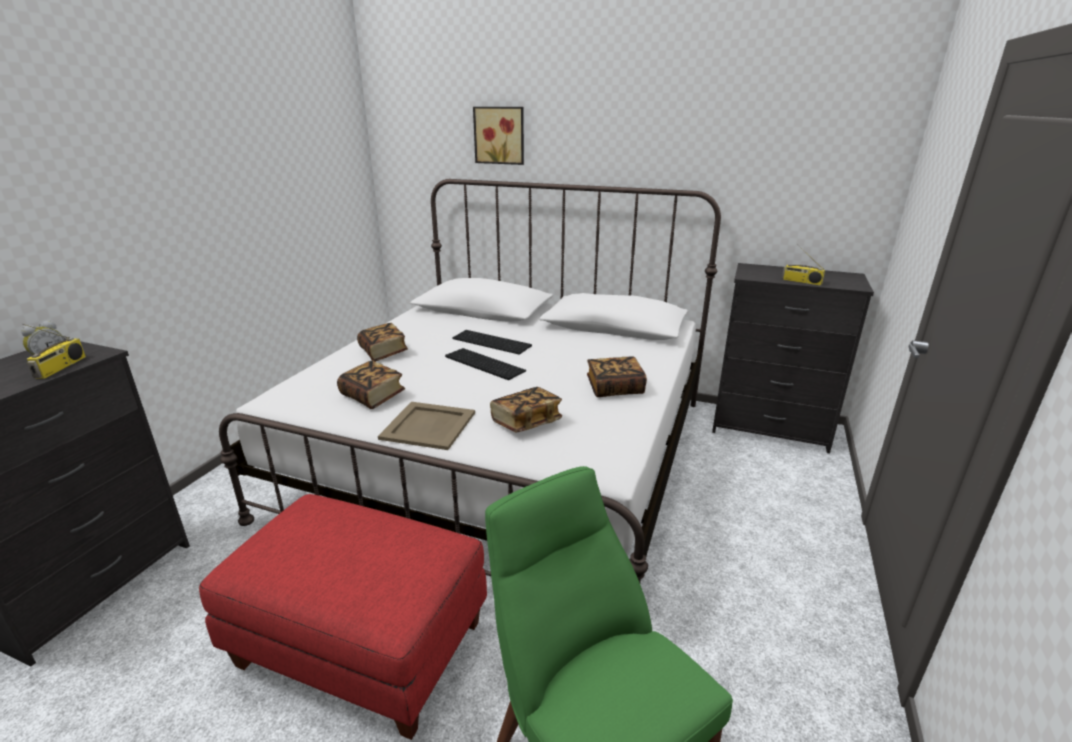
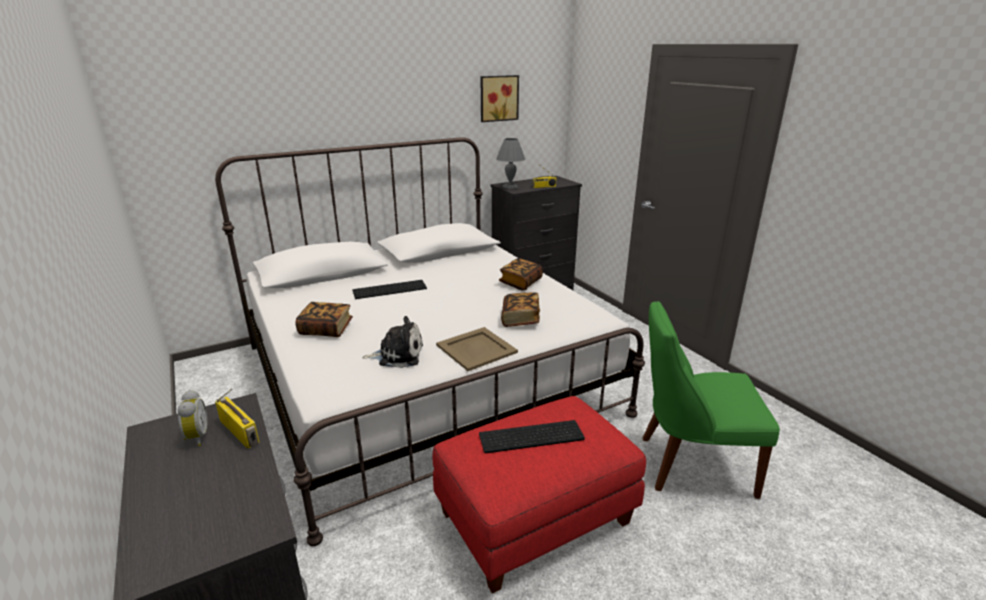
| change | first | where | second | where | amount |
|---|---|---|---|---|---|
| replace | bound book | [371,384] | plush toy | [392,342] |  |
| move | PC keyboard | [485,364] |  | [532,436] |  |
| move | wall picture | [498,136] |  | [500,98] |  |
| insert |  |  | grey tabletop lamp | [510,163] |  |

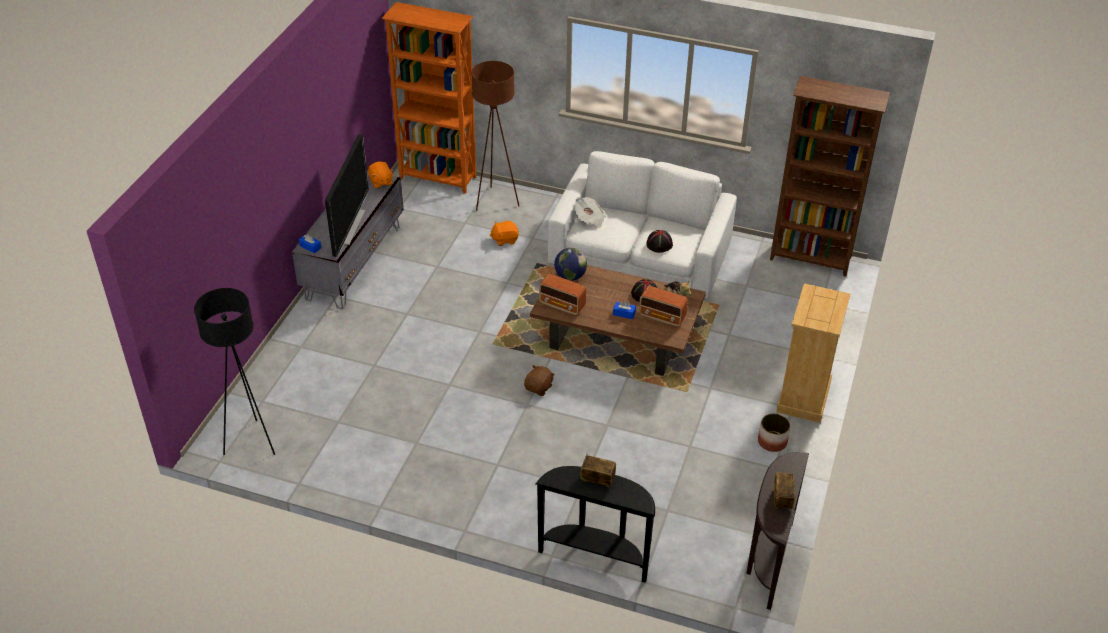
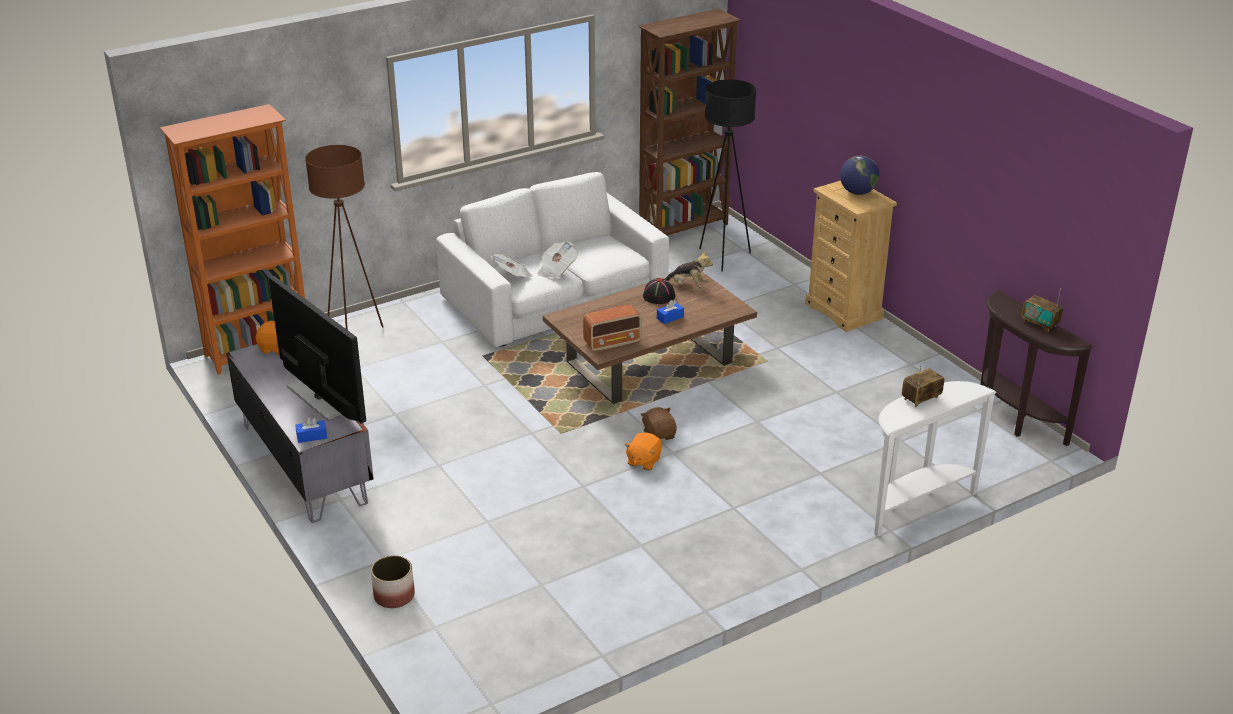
| change | first | where | second | where | amount |
|---|---|---|---|---|---|
| move | black floor lamp | [234,371] |  | [727,175] |  |
| move | orange plush toy | [504,233] |  | [643,451] |  |
| recolor | black console table | [595,524] | white-coloured console table | [935,459] |  |
| move | globe | [570,264] |  | [859,175] |  |
| delete | radio set | [663,306] |  |  |  |
| delete | black hat | [659,241] |  |  |  |
| move | plant pot | [774,432] |  | [393,581] |  |
| insert |  |  | printed paper | [557,259] |  |

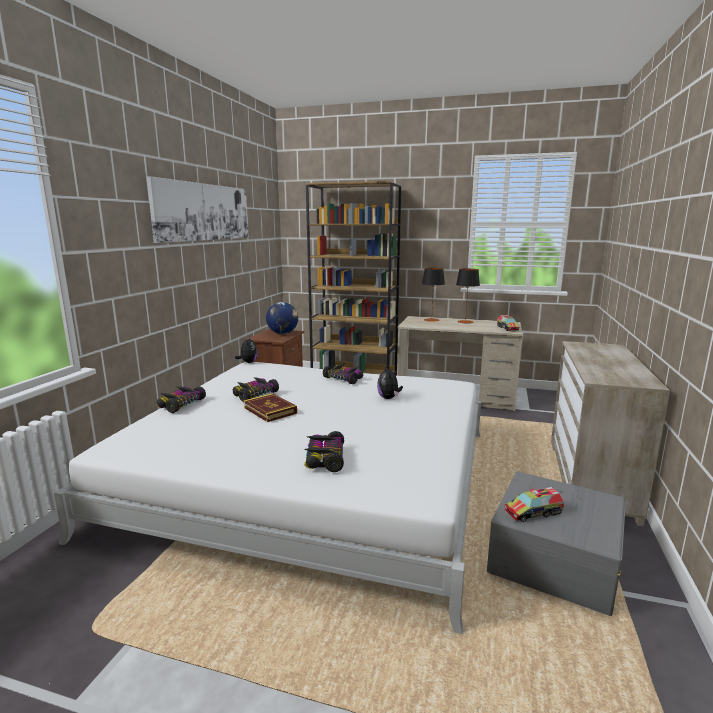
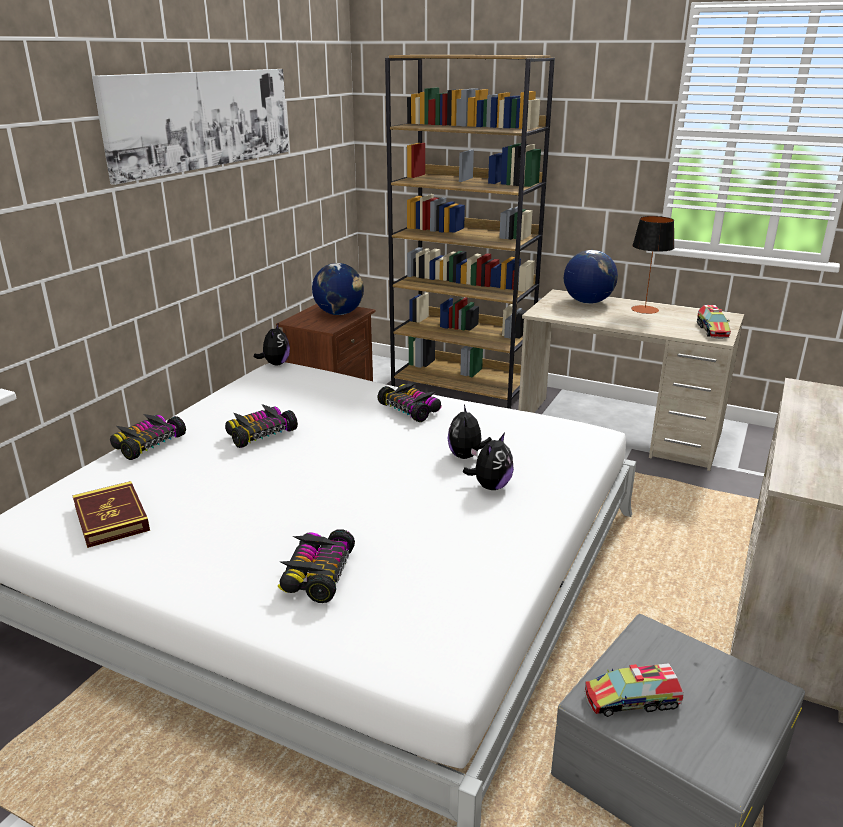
| change | first | where | second | where | amount |
|---|---|---|---|---|---|
| move | bound book | [270,407] |  | [111,514] |  |
| replace | tabletop lamp | [433,295] | globe | [591,277] |  |
| insert |  |  | plush toy | [488,461] |  |

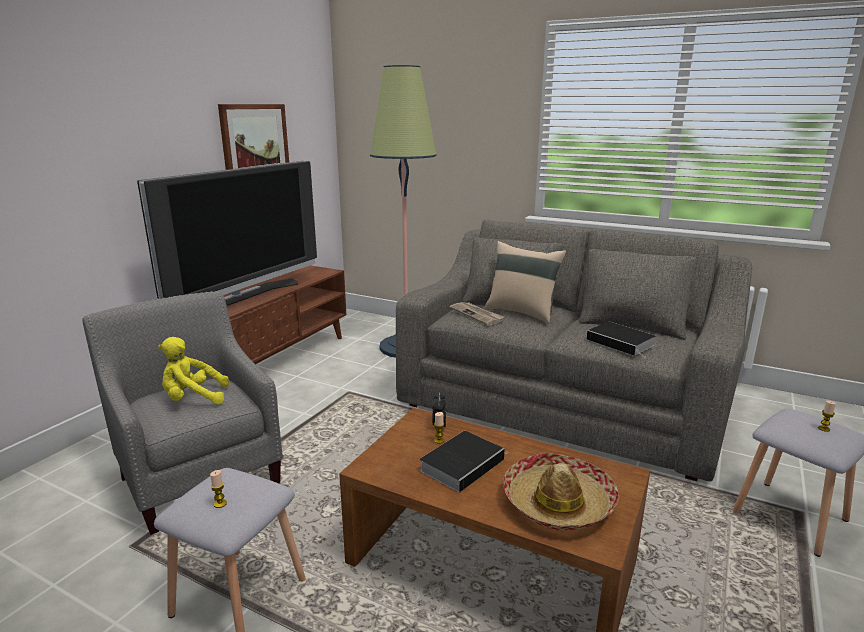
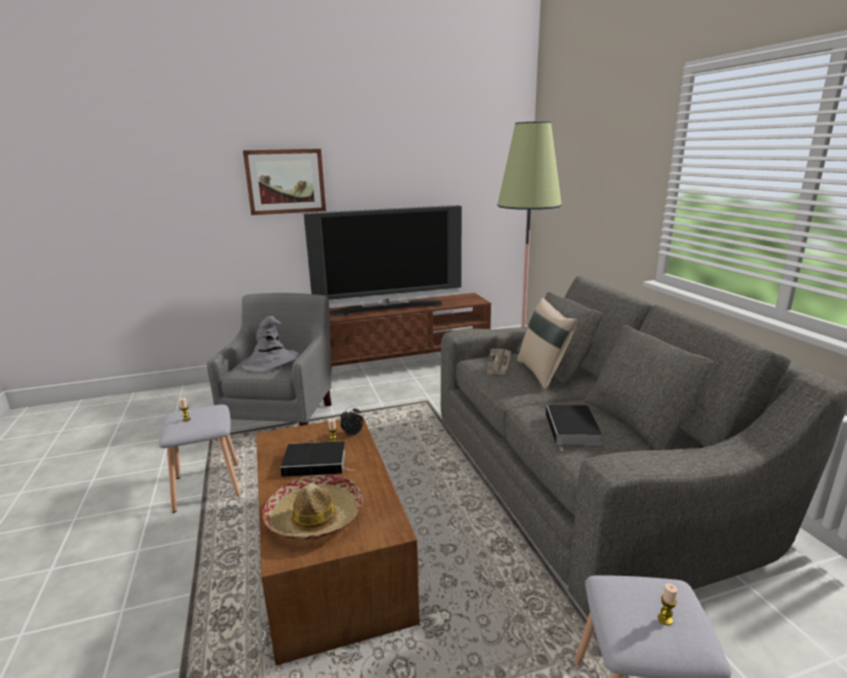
| change | first | where | second | where | amount |
|---|---|---|---|---|---|
| replace | yellow-coloured plush toy | [193,371] | grey hat | [271,344] |  |
| move | wall picture | [253,137] |  | [284,182] |  |

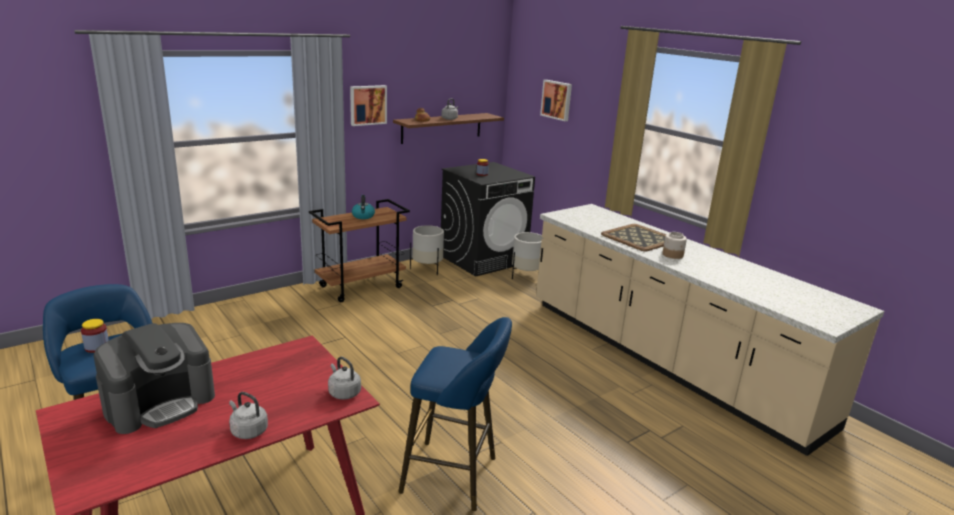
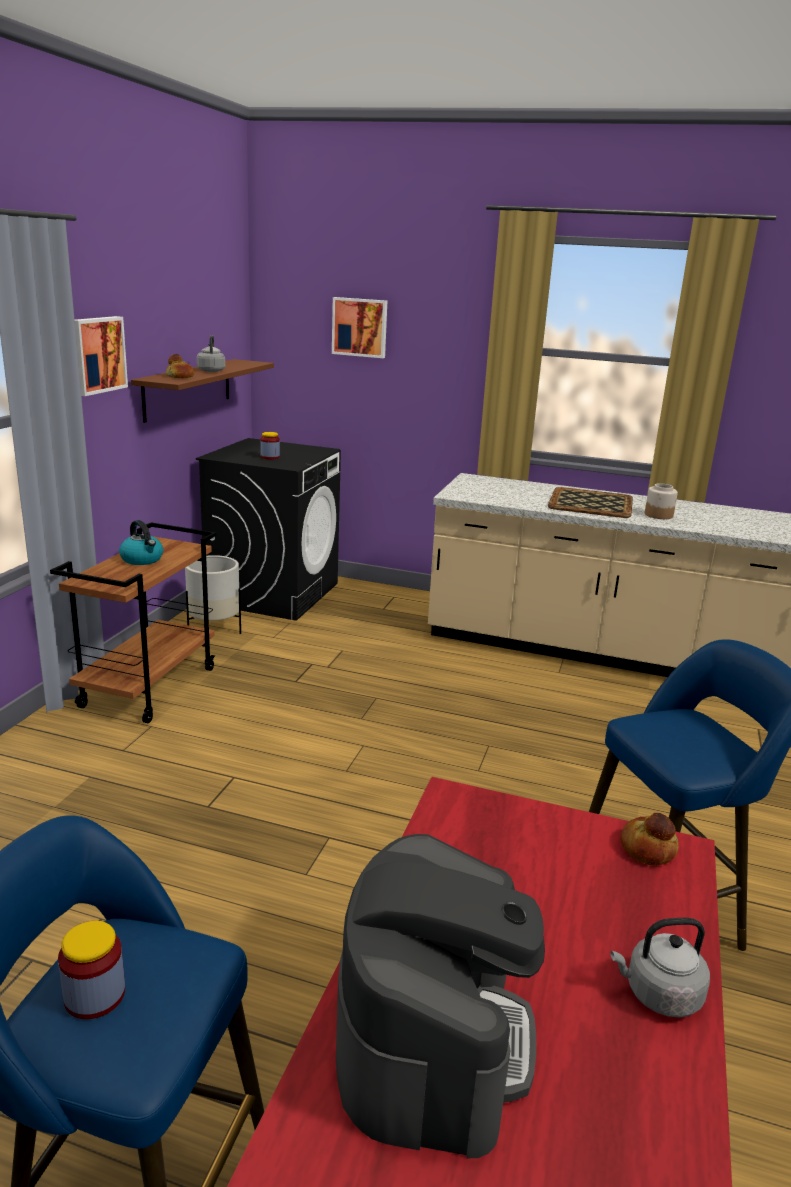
| change | first | where | second | where | amount |
|---|---|---|---|---|---|
| replace | grey tea kettle | [344,378] | baked bread | [649,839] |  |
| delete | white-coloured plant pot | [527,255] |  |  |  |

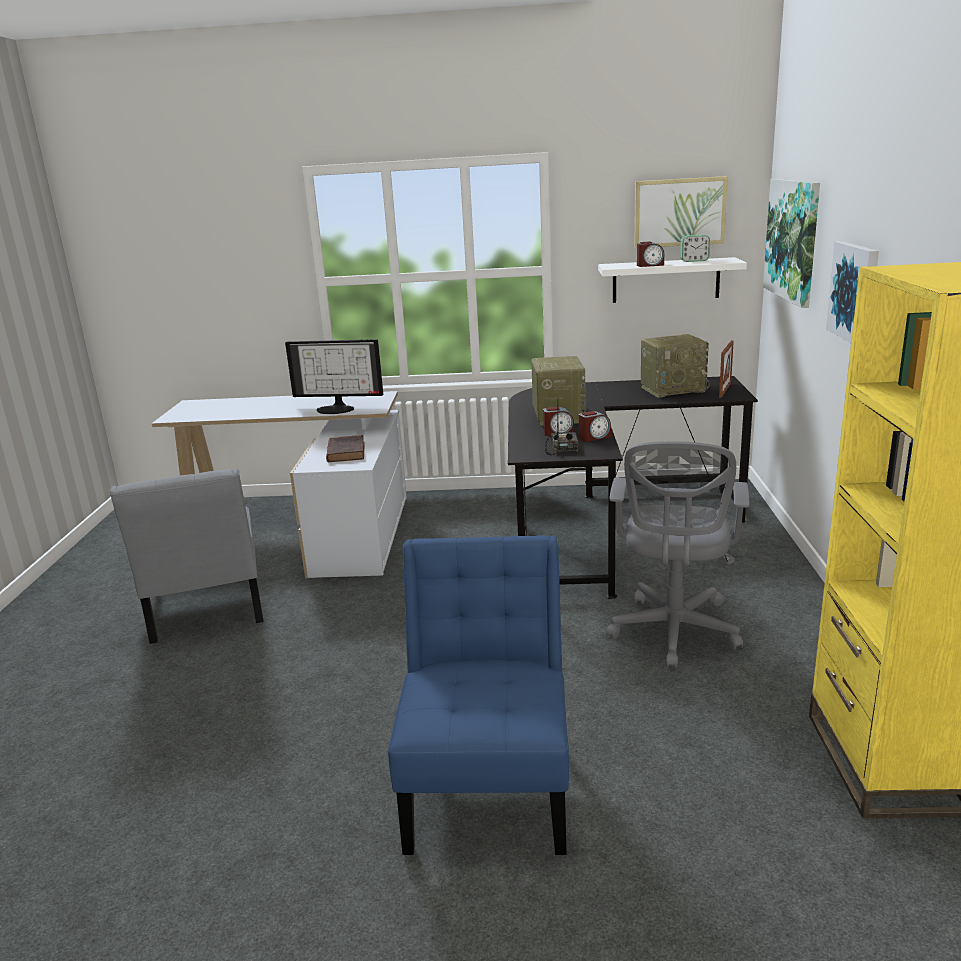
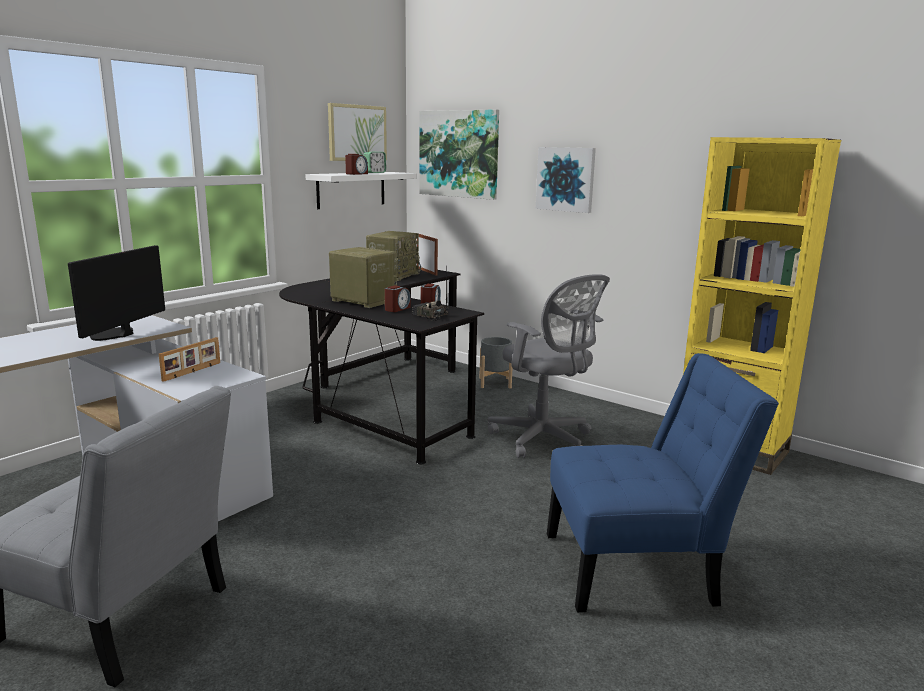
| change | first | where | second | where | amount |
|---|---|---|---|---|---|
| rotate | computer screen | [334,376] |  | [116,293] | 150 degrees clockwise |
| replace | brownish bound book | [345,448] | photo frame | [189,359] |  |
| rotate | blue-coloured upright chair | [478,695] |  | [663,483] | 135 degrees clockwise |
| insert |  |  | grey plant pot | [495,362] |  |

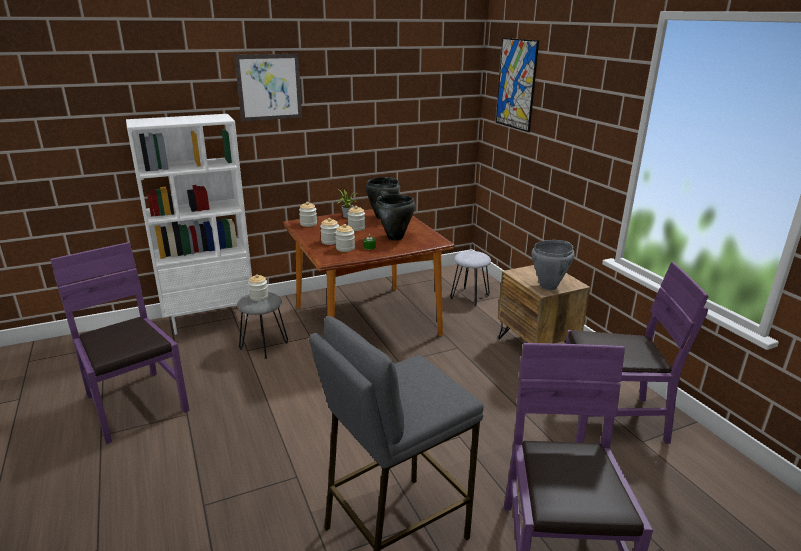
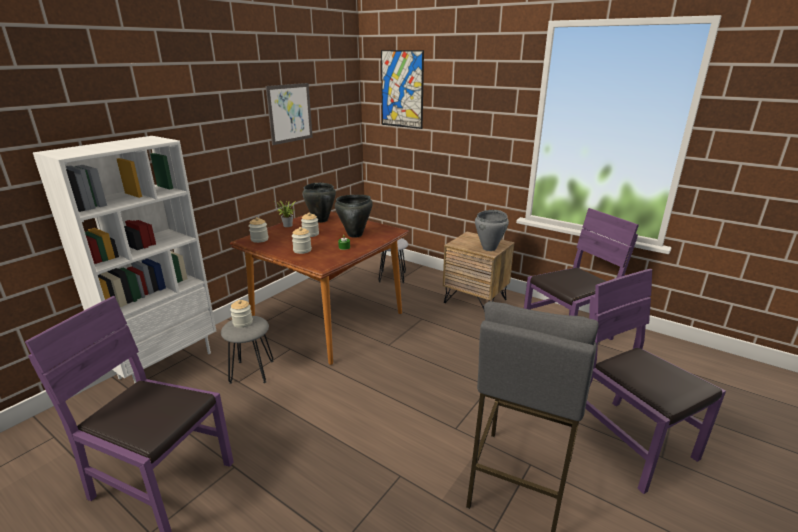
| change | first | where | second | where | amount |
|---|---|---|---|---|---|
| move | wall picture | [268,87] |  | [289,114] |  |
| delete | jar | [345,238] |  |  |  |

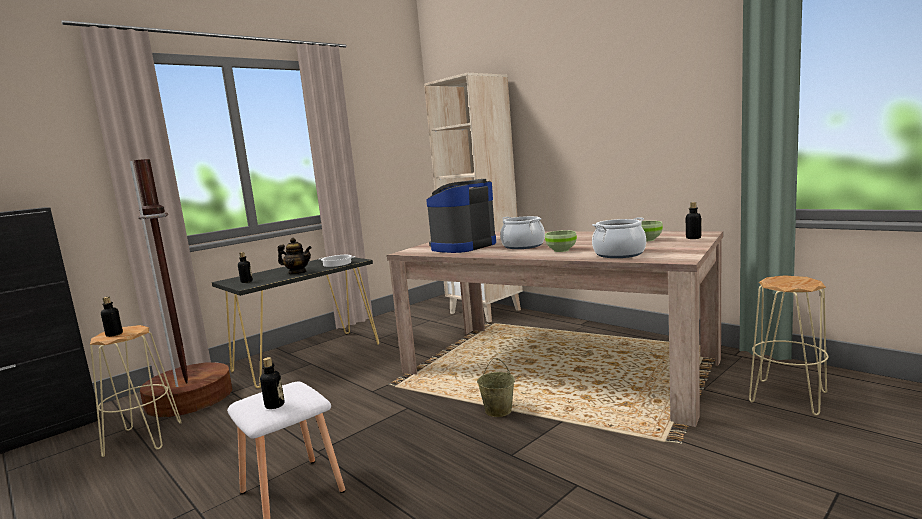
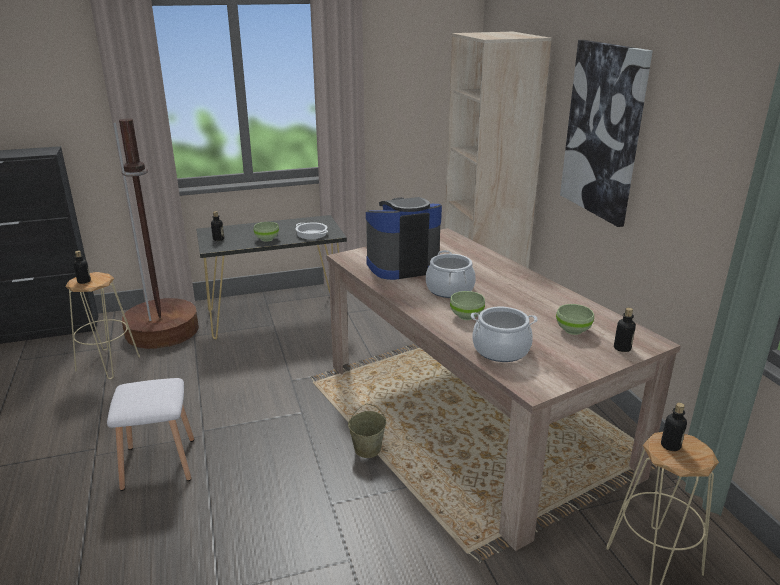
| change | first | where | second | where | amount |
|---|---|---|---|---|---|
| move | drink bottle | [272,383] |  | [674,427] |  |
| replace | tea pot | [295,256] | green serving bowl | [266,232] |  |
| insert |  |  | wall picture | [606,133] |  |

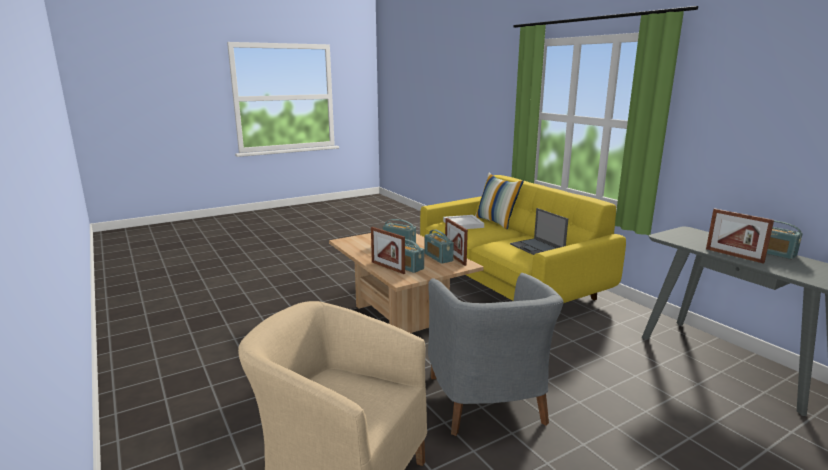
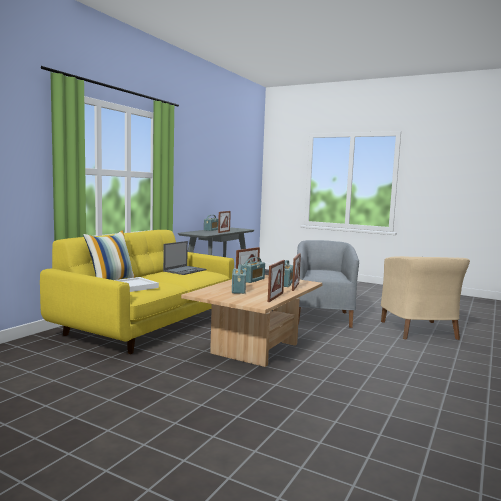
| change | first | where | second | where | amount |
|---|---|---|---|---|---|
| rotate | grey lounge chair | [496,354] |  | [328,284] | 45 degrees counterclockwise |
| insert |  |  | photo frame | [276,281] |  |

